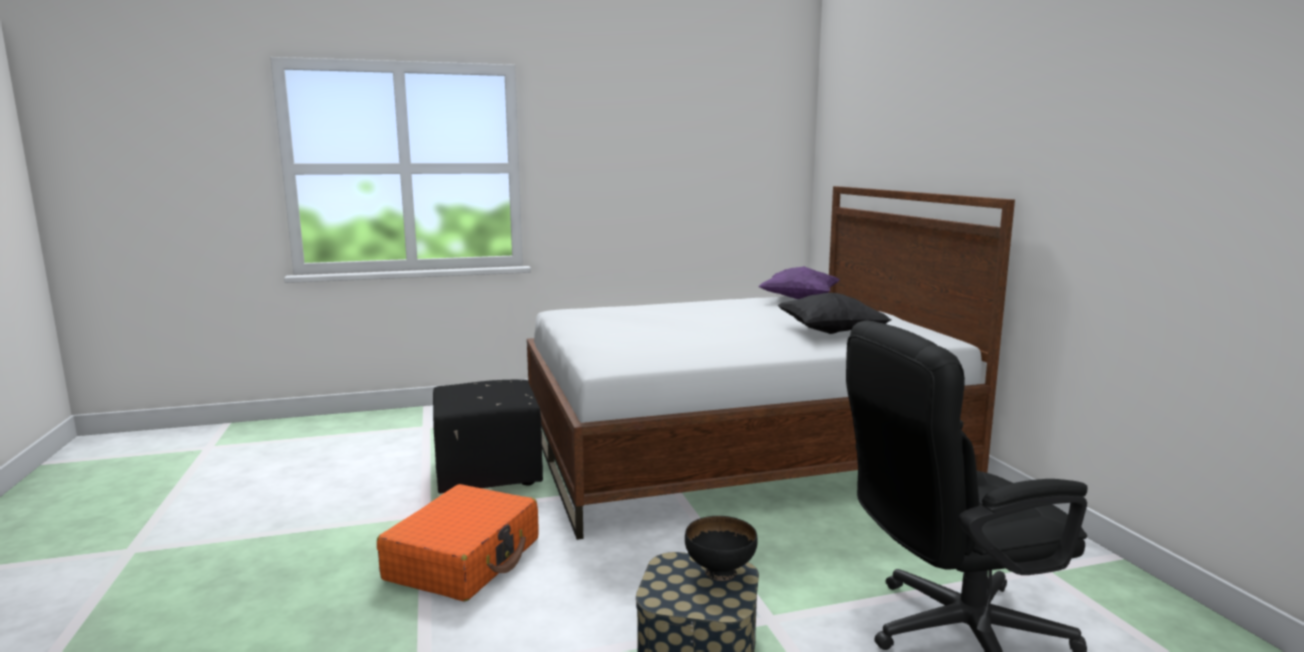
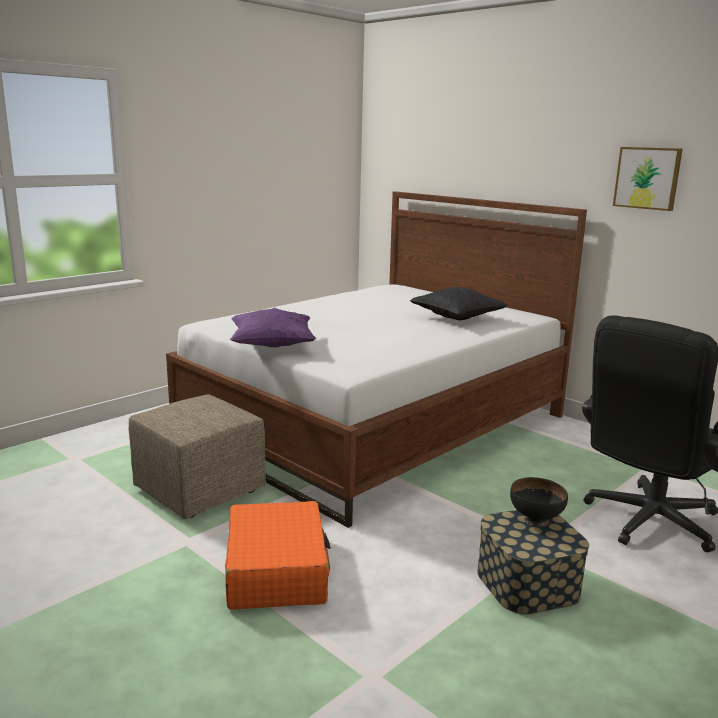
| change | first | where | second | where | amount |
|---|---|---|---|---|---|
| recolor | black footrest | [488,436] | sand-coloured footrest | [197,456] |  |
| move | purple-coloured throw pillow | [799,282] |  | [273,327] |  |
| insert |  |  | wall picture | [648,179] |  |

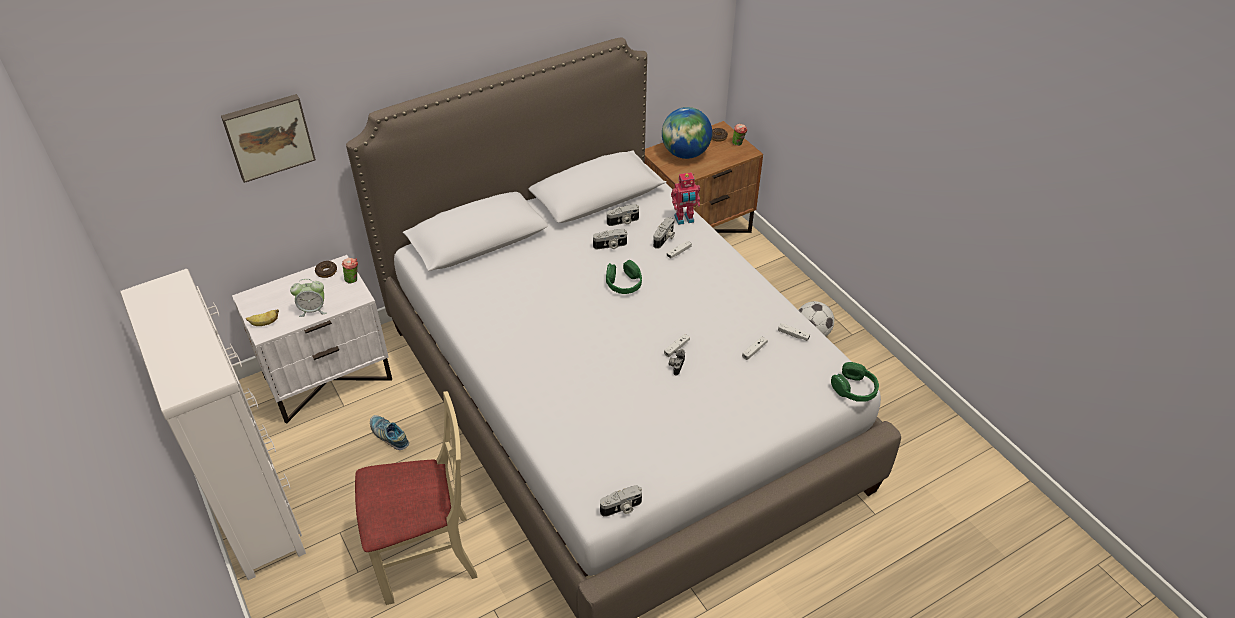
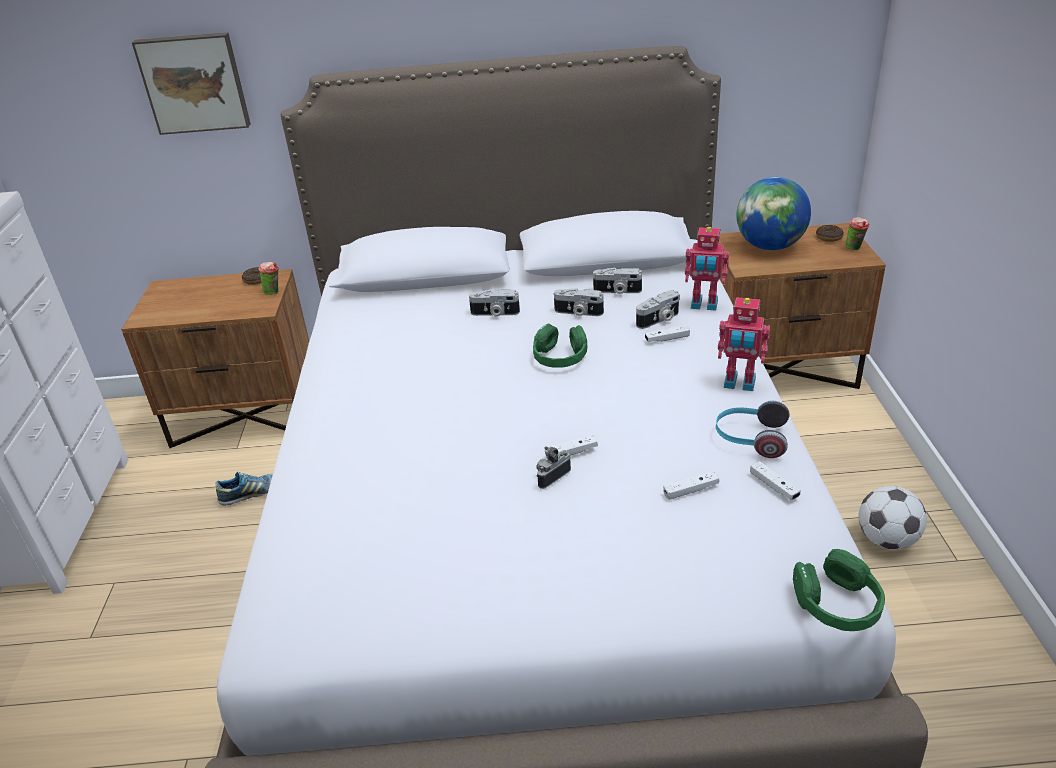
| change | first | where | second | where | amount |
|---|---|---|---|---|---|
| recolor | white-coloured night table | [312,339] | brownish night table | [215,358] |  |
| delete | banana fruit | [262,317] |  |  |  |
| delete | alarm clock | [308,298] |  |  |  |
| delete | sand-coloured upright chair | [416,498] |  |  |  |
| rotate | shoe | [389,432] |  | [244,489] | 90 degrees clockwise |
| move | still camera | [621,501] |  | [494,303] |  |
| insert |  |  | headphones | [752,429] |  |
| insert |  |  | robot figure | [744,344] |  |

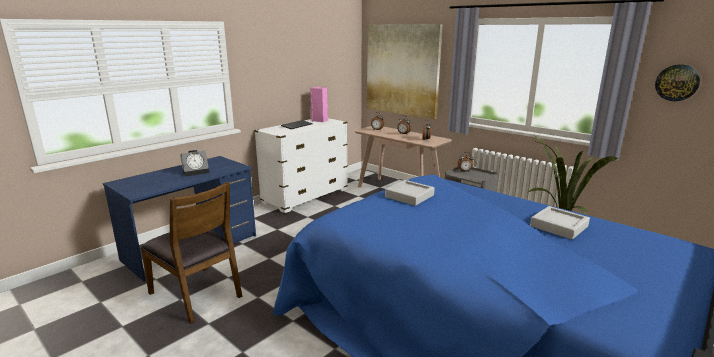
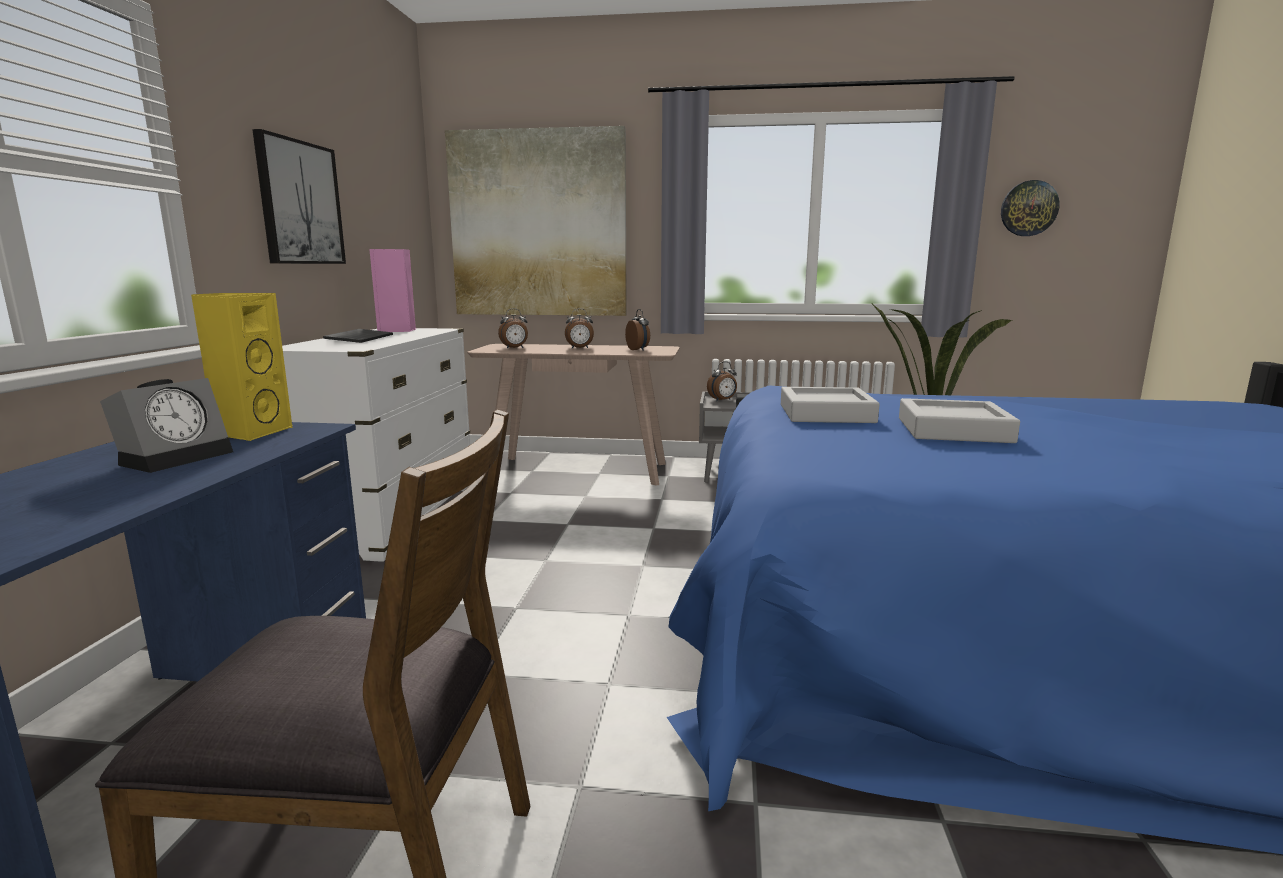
| change | first | where | second | where | amount |
|---|---|---|---|---|---|
| move | grey tray | [560,223] |  | [959,420] |  |
| insert |  |  | yellow-coloured loudspeaker | [242,367] |  |
| insert |  |  | wall picture | [299,196] |  |

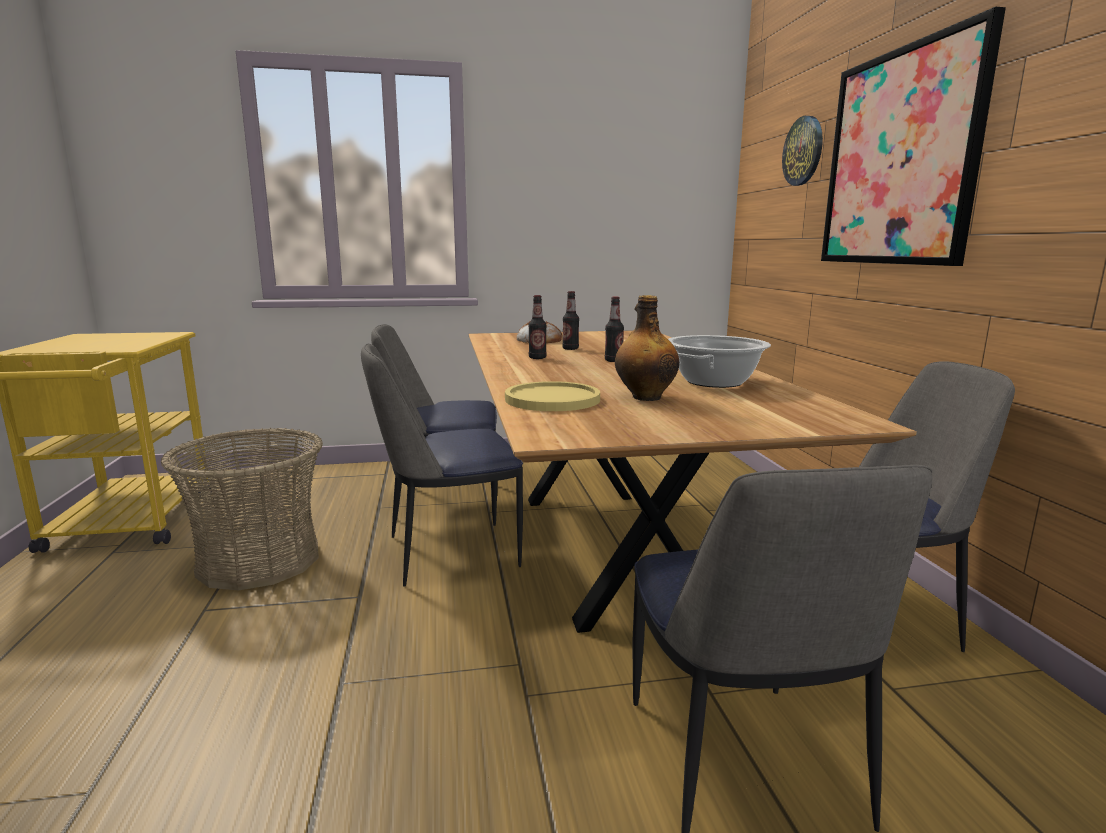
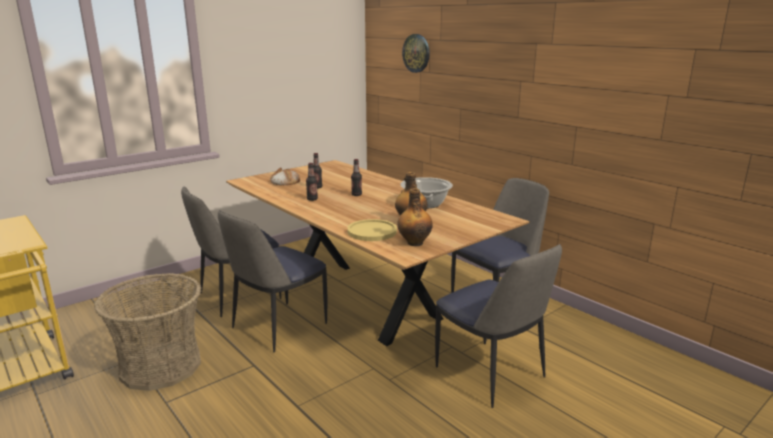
| change | first | where | second | where | amount |
|---|---|---|---|---|---|
| delete | wall picture | [913,136] |  |  |  |
| insert |  |  | drink bottle | [415,217] |  |

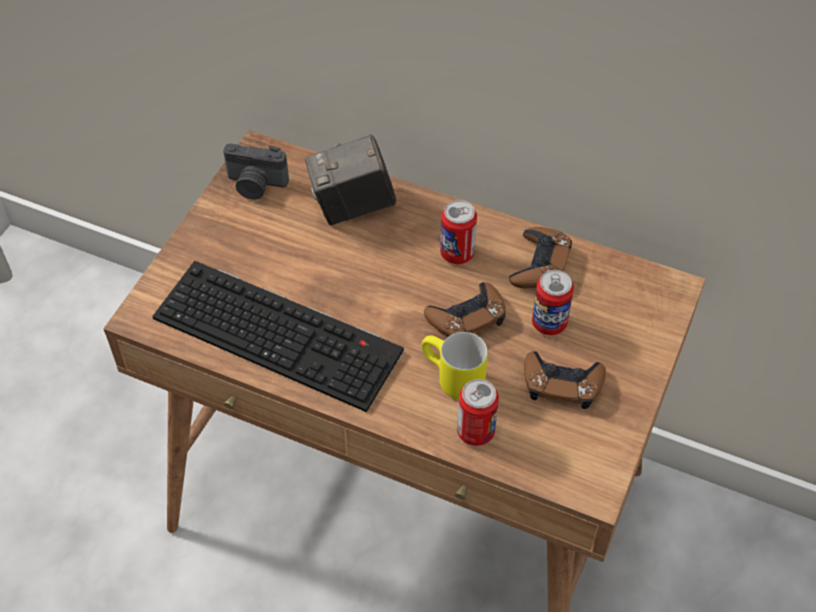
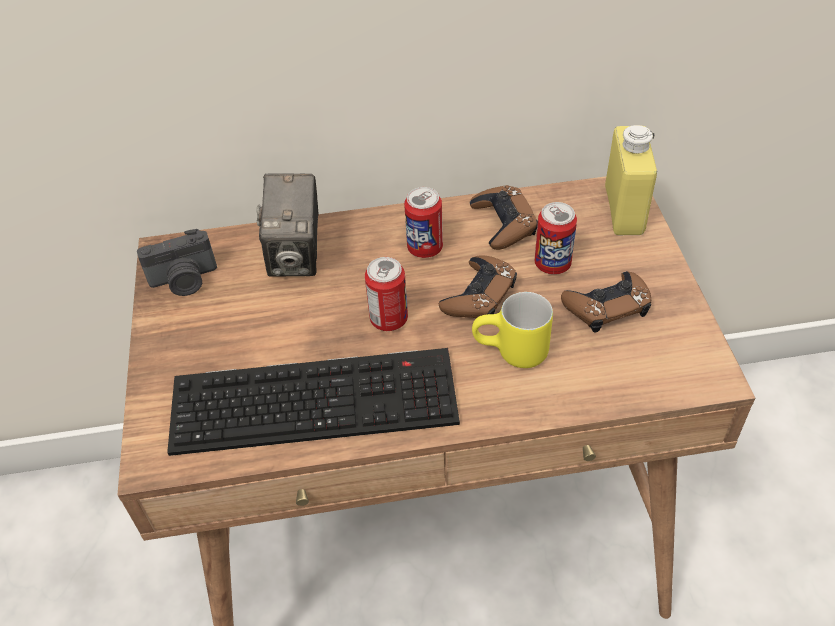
| change | first | where | second | where | amount |
|---|---|---|---|---|---|
| rotate | still camera | [350,180] |  | [287,225] | 45 degrees counterclockwise |
| move | metal can | [478,412] |  | [386,294] |  |
| insert |  |  | yellow-coloured drink bottle | [631,180] |  |

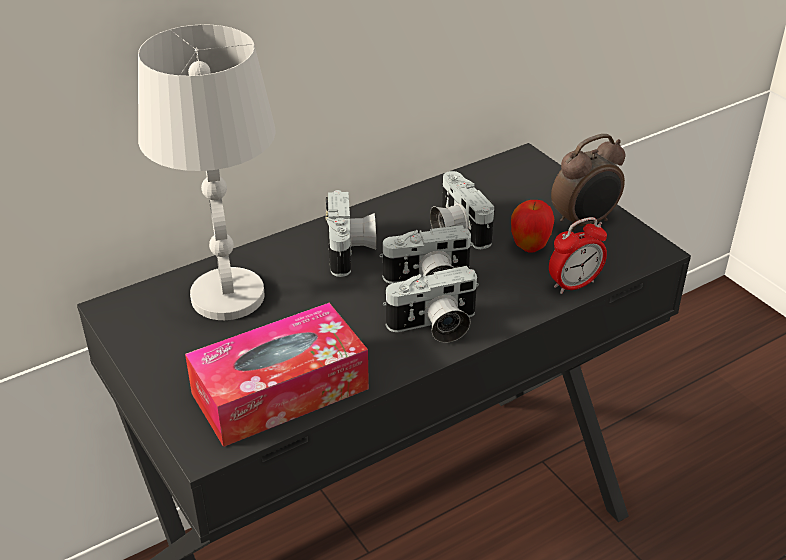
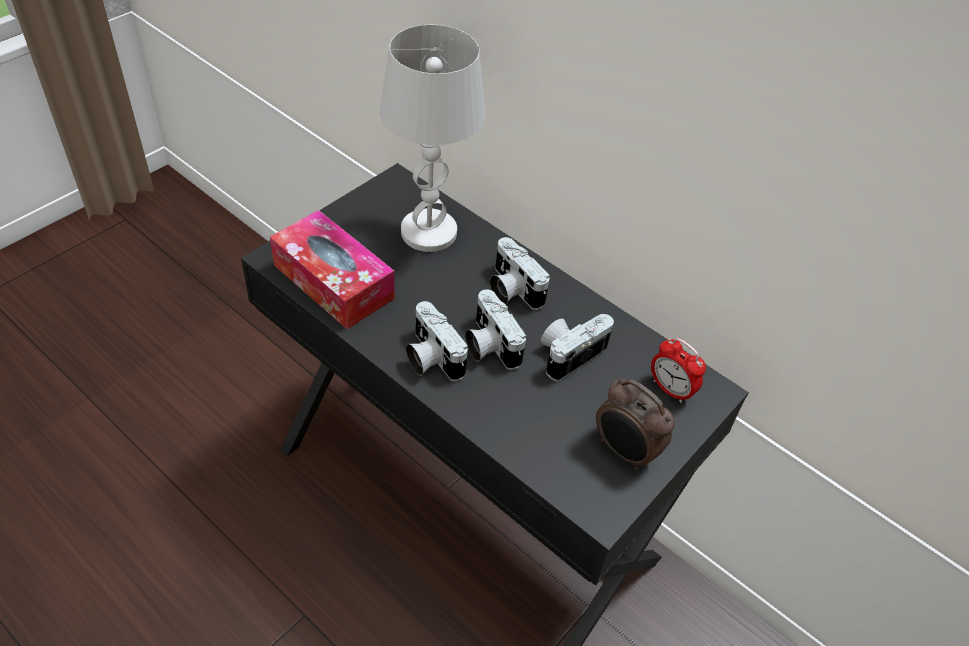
| change | first | where | second | where | amount |
|---|---|---|---|---|---|
| rotate | still camera | [351,233] |  | [520,273] | 75 degrees clockwise |
| delete | whole apple | [532,226] |  |  |  |
| move | alarm clock | [578,255] |  | [678,370] |  |

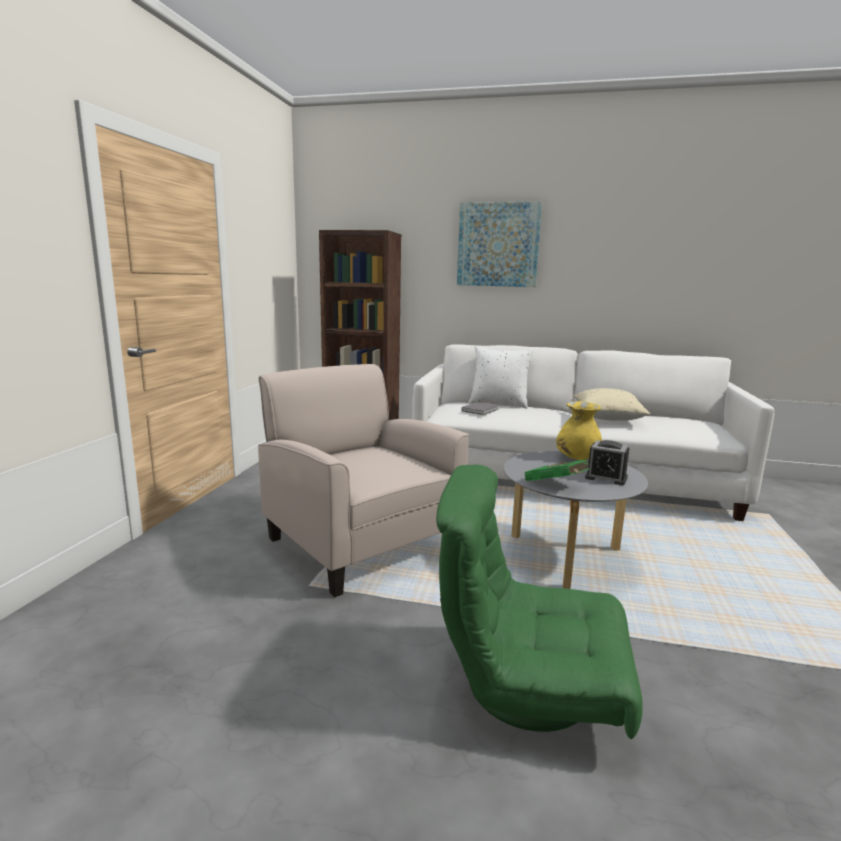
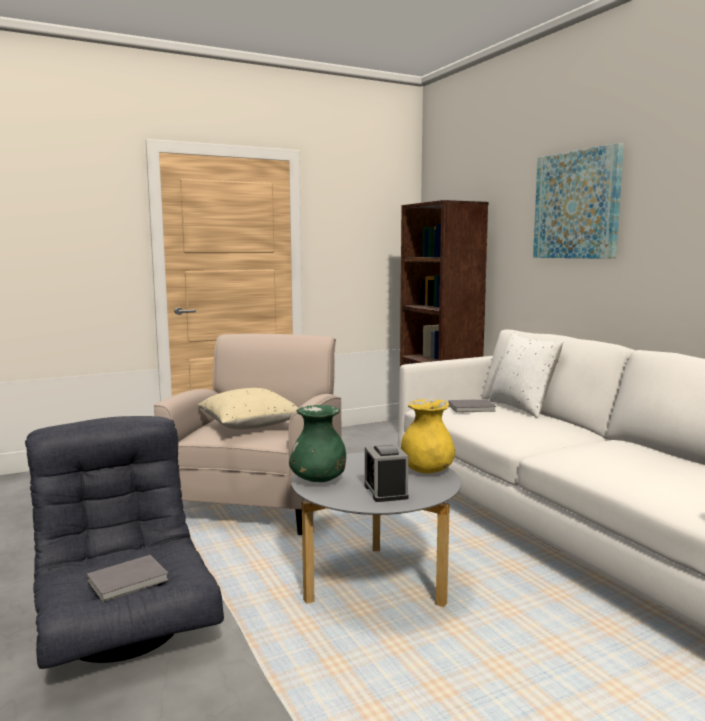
| change | first | where | second | where | amount |
|---|---|---|---|---|---|
| recolor | green lounge chair | [539,602] | grey lounge chair | [124,542] |  |
| replace | green bound book | [557,470] | green flower vase | [317,443] |  |
| move | sand-coloured throw pillow | [612,404] |  | [248,408] |  |
| insert |  |  | grey bound book | [128,578] |  |

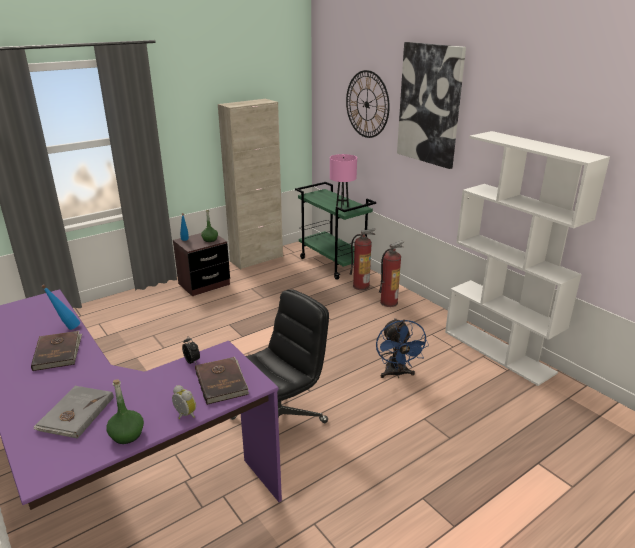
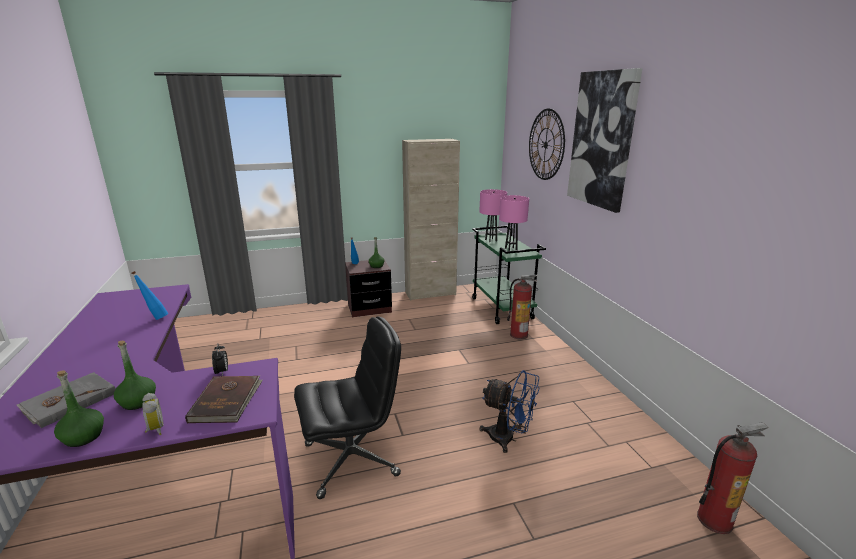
| change | first | where | second | where | amount |
|---|---|---|---|---|---|
| delete | brownish bound book | [56,351] |  |  |  |
| rotate | blue-coloured cooling fan | [402,348] |  | [509,411] | 75 degrees counterclockwise |
| move | extinguisher | [391,273] |  | [732,478] |  |
| delete | white-coloured shelving unit | [527,258] |  |  |  |
| insert |  |  | green drink bottle | [135,375] |  |
| insert |  |  | pinkish tabletop lamp | [493,215] |  |

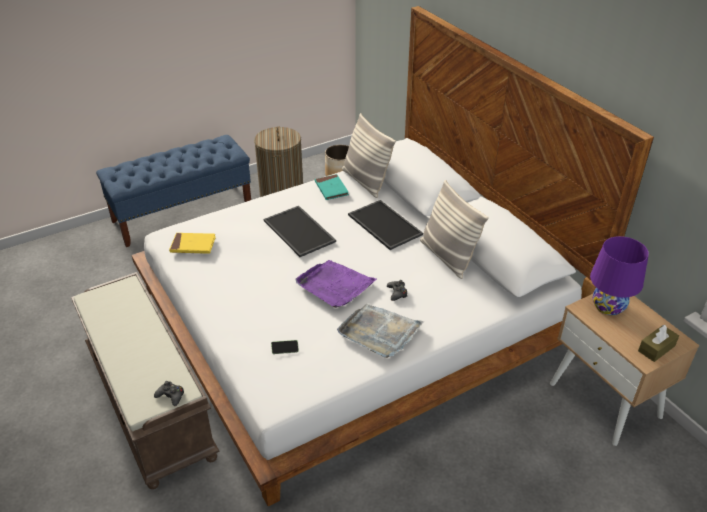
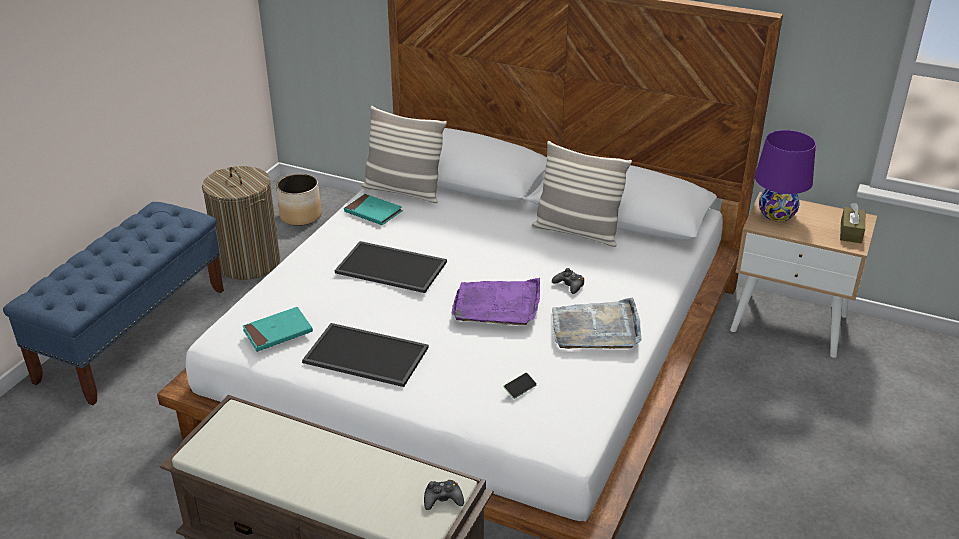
| change | first | where | second | where | amount |
|---|---|---|---|---|---|
| recolor | yellow-coloured bound book | [192,243] | turquoise bound book | [277,329] |  |
| move | tray | [385,225] |  | [365,355] |  |

